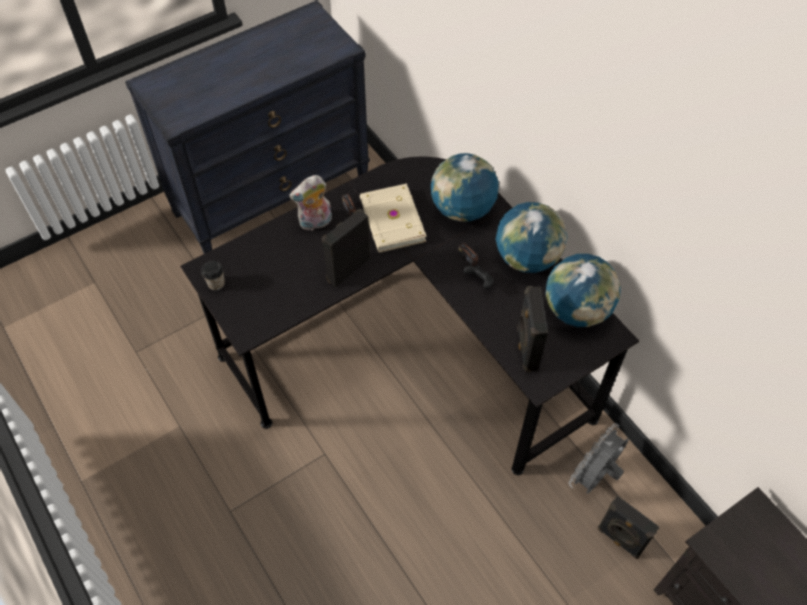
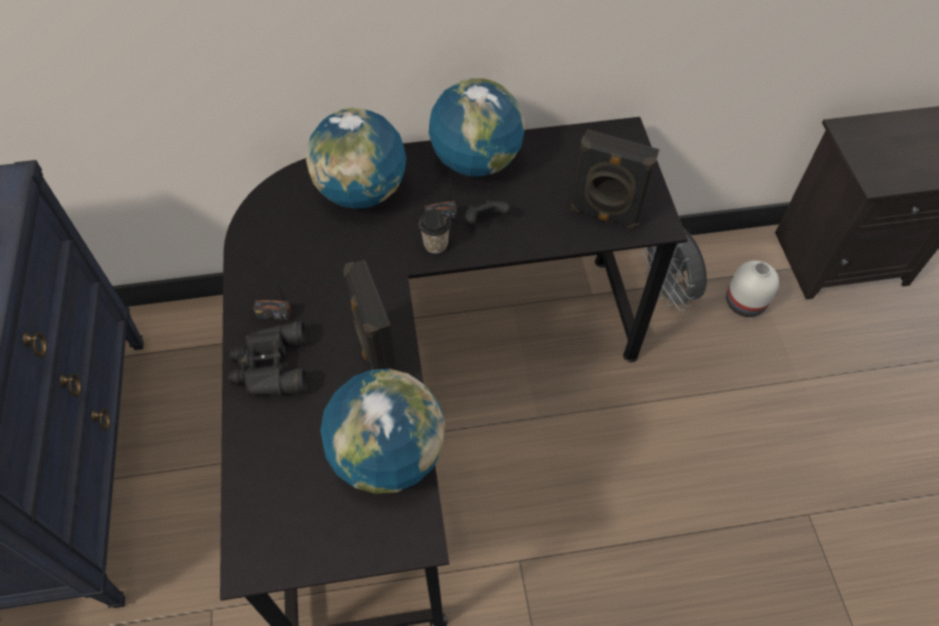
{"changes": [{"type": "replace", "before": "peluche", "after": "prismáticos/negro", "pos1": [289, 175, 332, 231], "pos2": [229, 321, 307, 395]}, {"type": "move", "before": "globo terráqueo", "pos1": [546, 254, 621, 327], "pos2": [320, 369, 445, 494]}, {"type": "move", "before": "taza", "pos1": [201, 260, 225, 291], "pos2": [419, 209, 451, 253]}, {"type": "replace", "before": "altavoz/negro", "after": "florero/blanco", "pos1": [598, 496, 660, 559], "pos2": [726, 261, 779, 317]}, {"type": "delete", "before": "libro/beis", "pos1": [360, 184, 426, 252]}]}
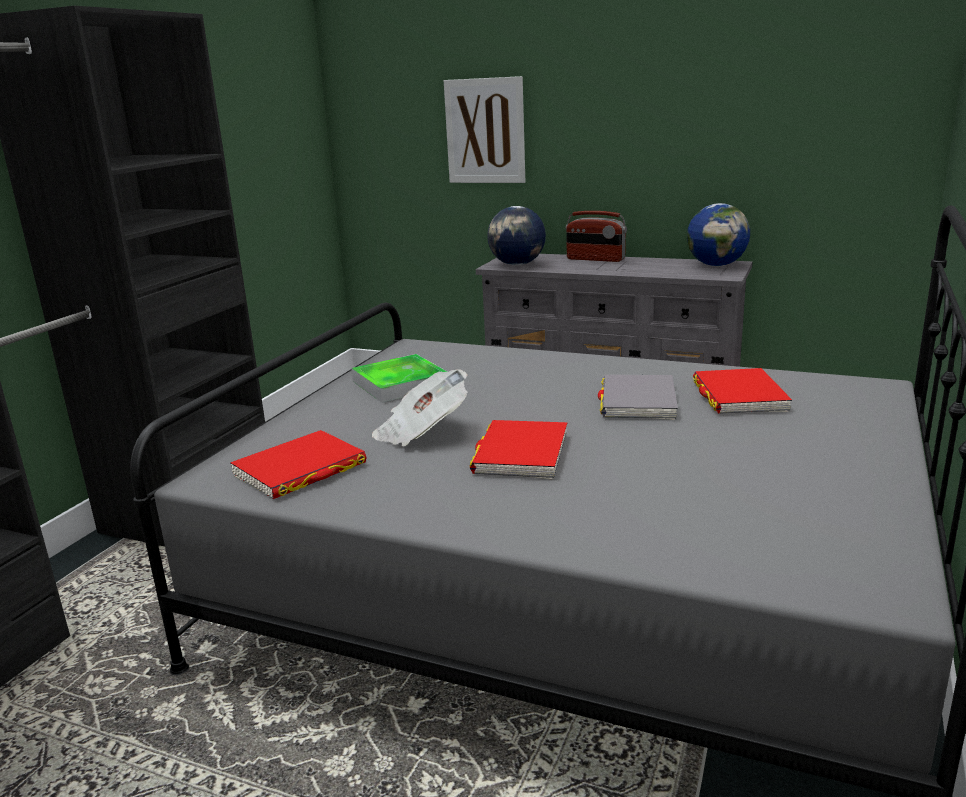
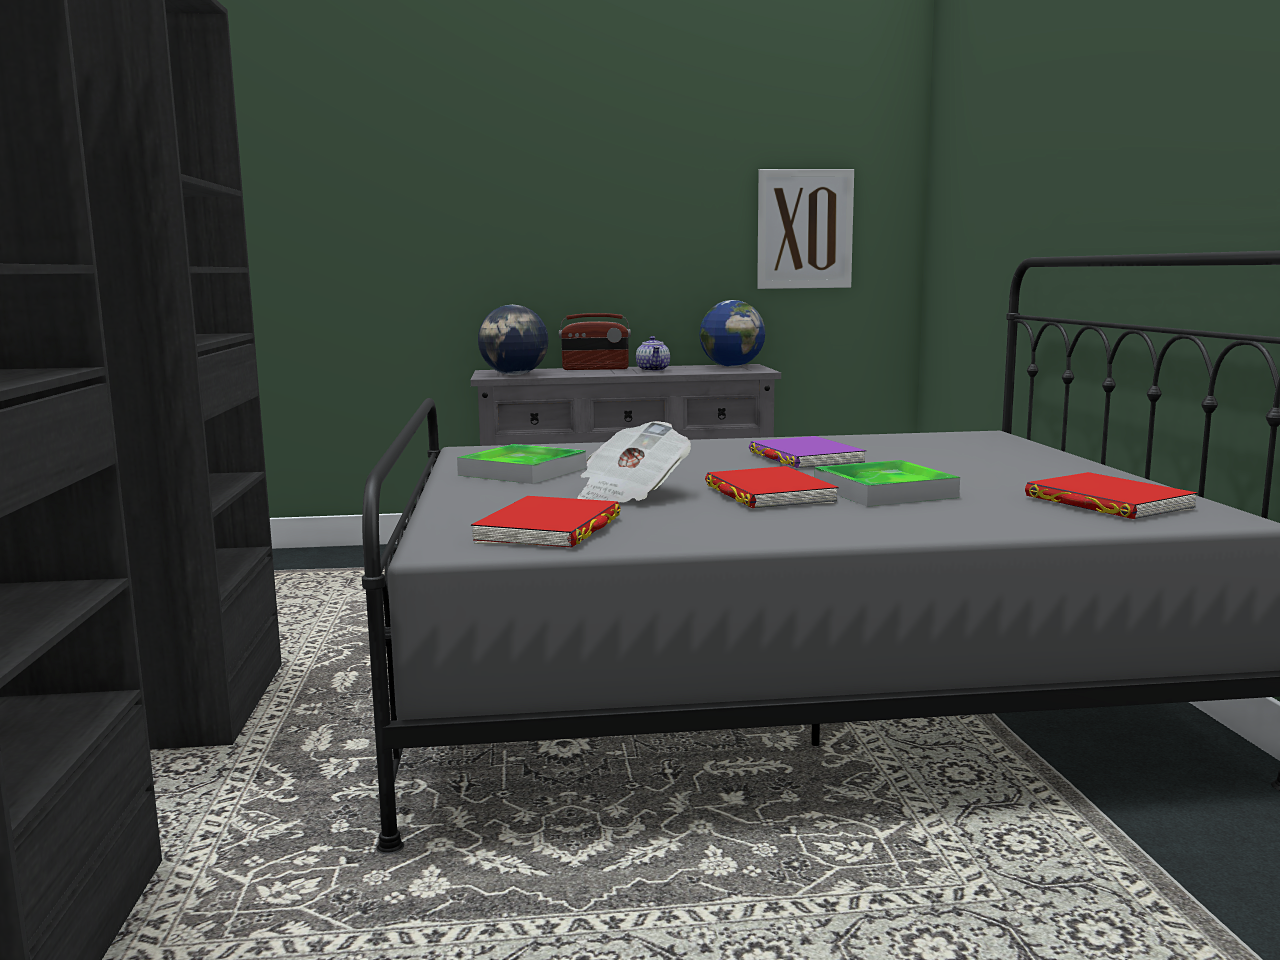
{"changes": [{"type": "insert", "after": "tetera", "pos2": [636, 336, 670, 371]}, {"type": "recolor", "before": "libro/gris", "after": "libro/morado", "pos1": [598, 375, 678, 420], "pos2": [749, 436, 866, 468]}, {"type": "move", "before": "cuadro", "pos1": [444, 76, 525, 183], "pos2": [757, 169, 854, 289]}, {"type": "insert", "after": "bandeja", "pos2": [815, 460, 960, 507]}, {"type": "move", "before": "libro/rojo", "pos1": [693, 368, 792, 413], "pos2": [1025, 472, 1198, 519]}]}
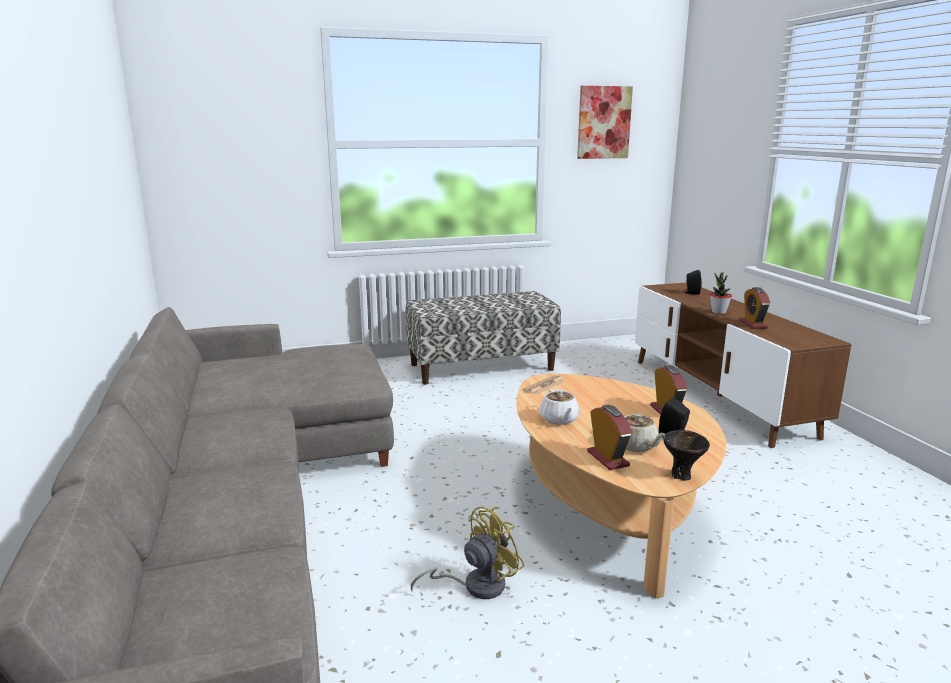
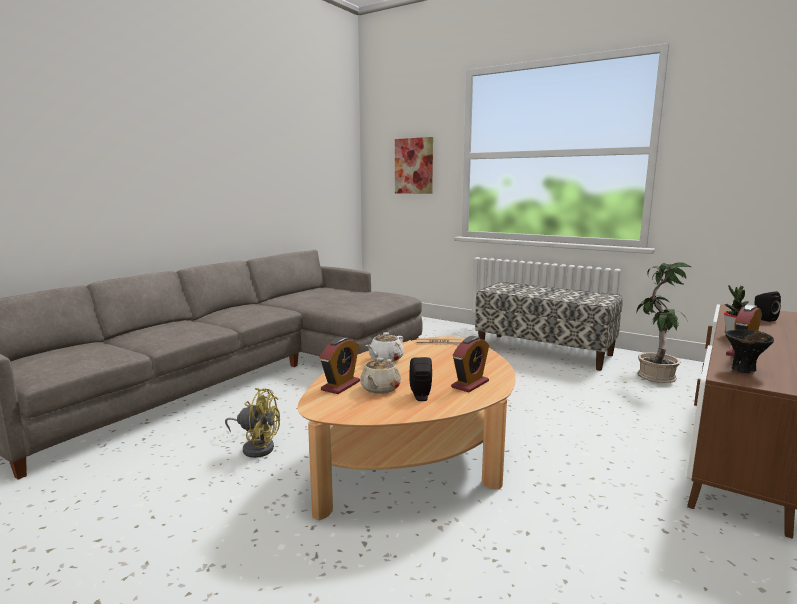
{"changes": [{"type": "move", "before": "cuadro", "pos1": [577, 86, 633, 159], "pos2": [395, 137, 433, 194]}, {"type": "insert", "after": "planta en maceta", "pos2": [636, 262, 691, 383]}, {"type": "move", "before": "cuenco/negro", "pos1": [664, 430, 710, 481], "pos2": [726, 329, 774, 373]}]}
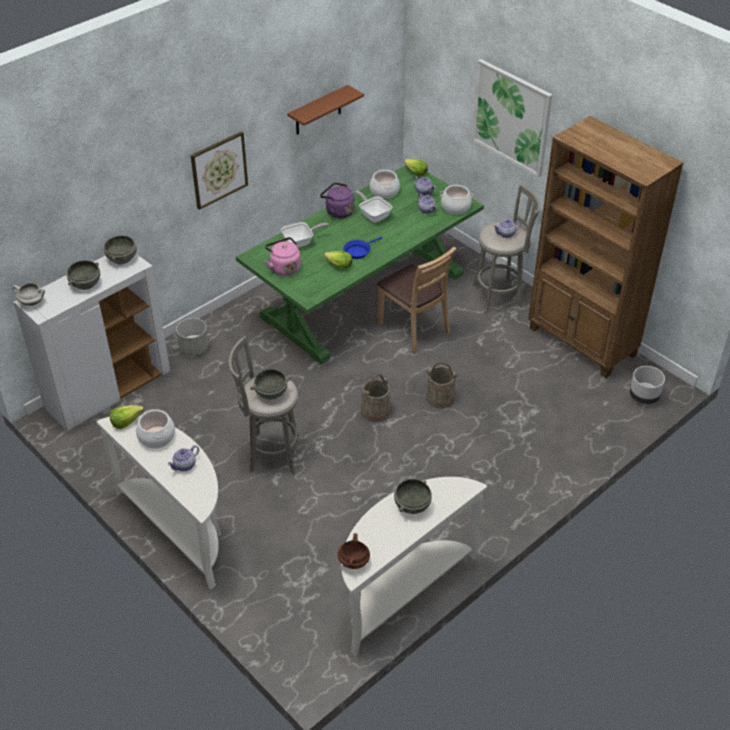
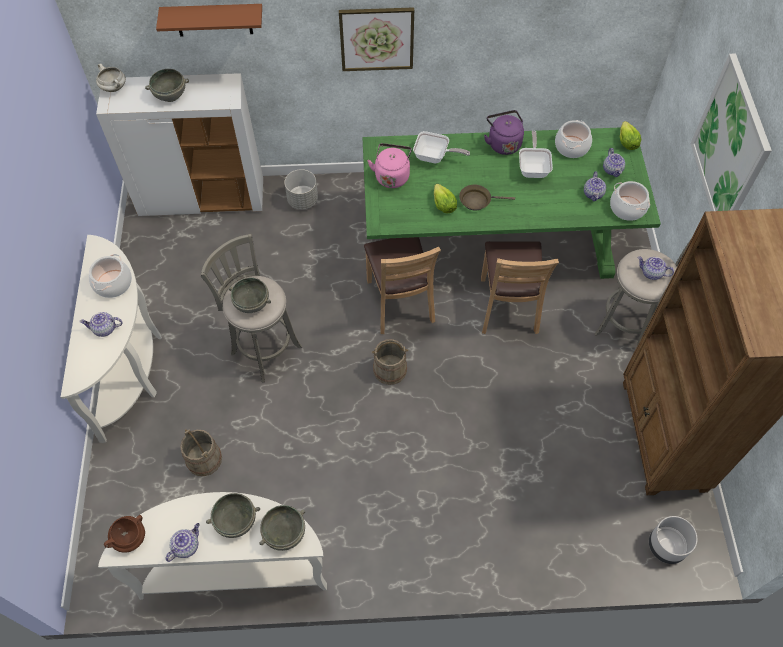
{"changes": [{"type": "move", "before": "estante/marrón", "pos1": [287, 85, 364, 135], "pos2": [156, 4, 262, 37]}, {"type": "insert", "after": "tetera", "pos2": [166, 523, 200, 562]}, {"type": "move", "before": "cubo/beis", "pos1": [425, 362, 458, 409], "pos2": [180, 429, 222, 476]}, {"type": "move", "before": "cuenco/gris", "pos1": [104, 236, 137, 265], "pos2": [259, 505, 305, 551]}, {"type": "insert", "after": "silla/marrón", "pos2": [364, 237, 441, 334]}, {"type": "recolor", "before": "sartén/azul", "after": "sartén/marrón", "pos1": [343, 236, 383, 259], "pos2": [459, 185, 515, 211]}, {"type": "delete", "before": "lechuga", "pos1": [110, 405, 144, 429]}]}
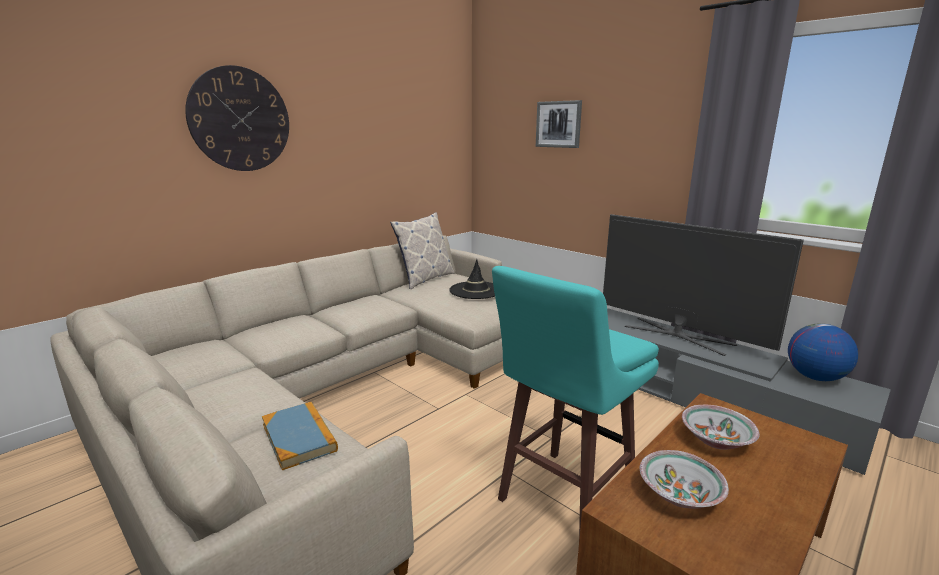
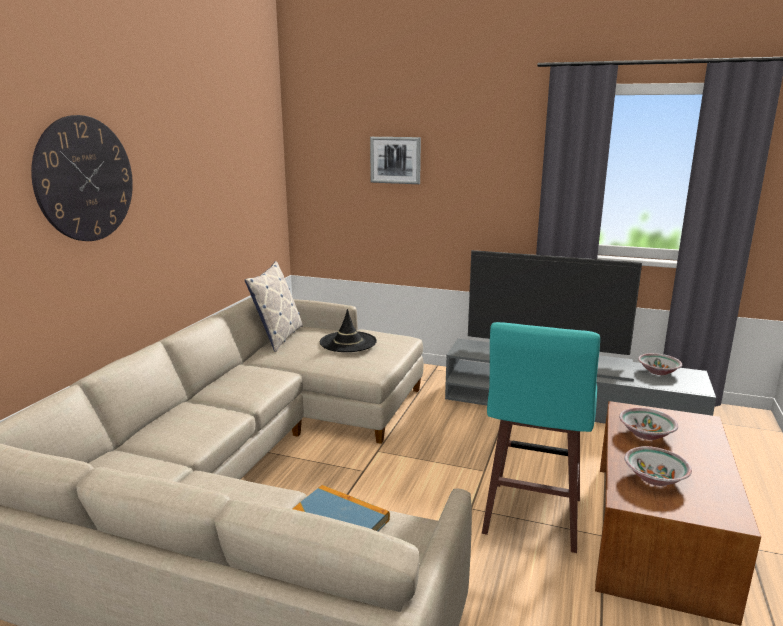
{"changes": [{"type": "replace", "before": "globo terráqueo", "after": "cuenco", "pos1": [788, 323, 858, 381], "pos2": [638, 353, 682, 375]}]}
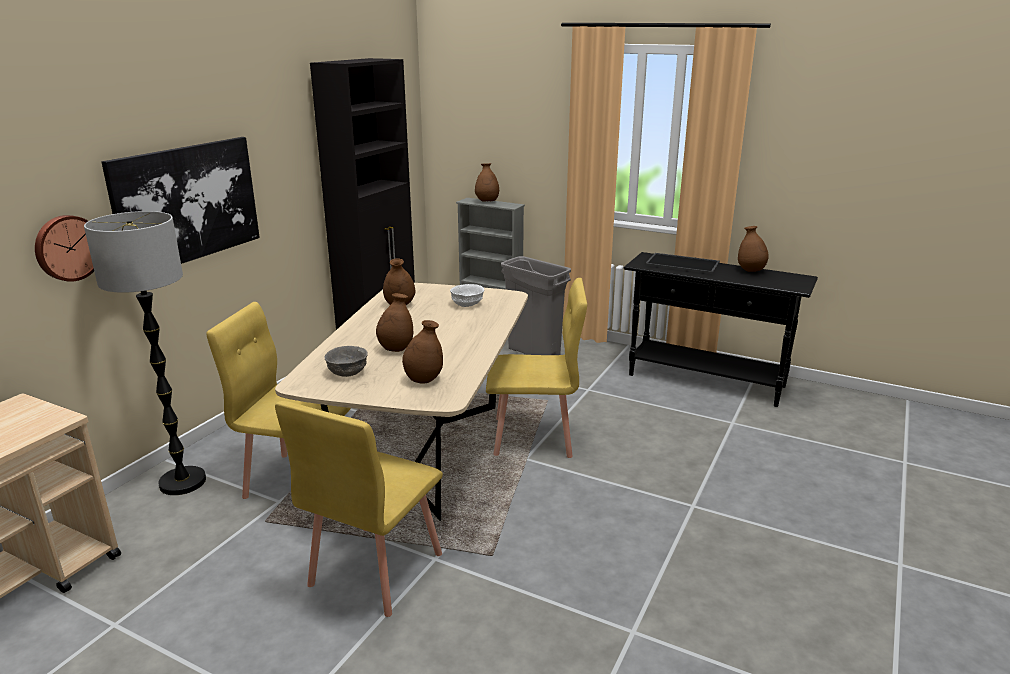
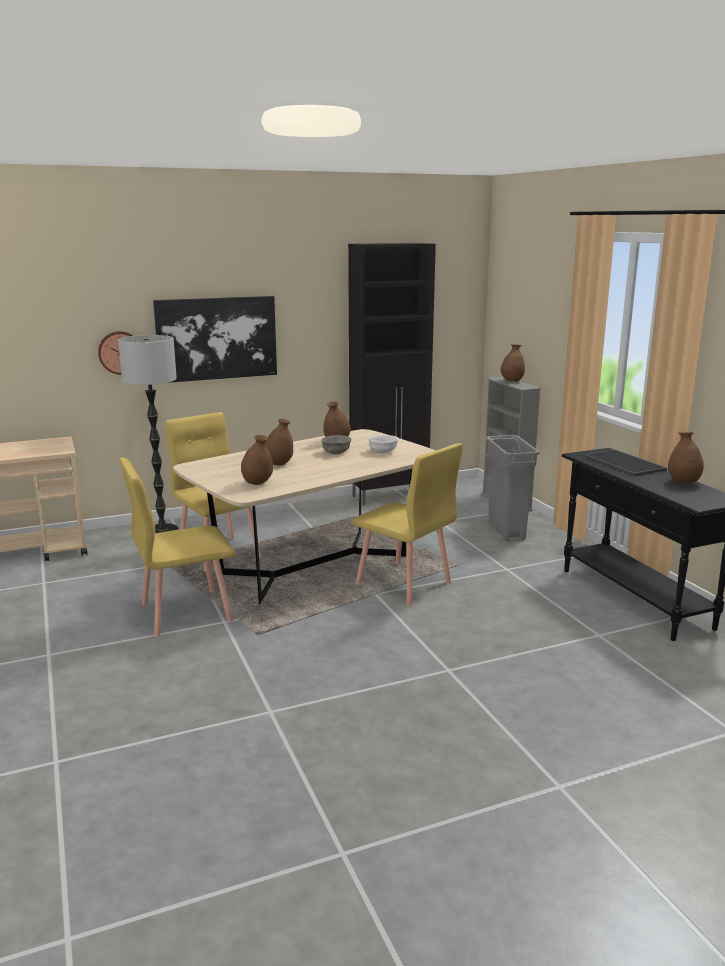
{"changes": [{"type": "move", "before": "cuenco/gris", "pos1": [324, 346, 368, 377], "pos2": [321, 435, 351, 454]}]}
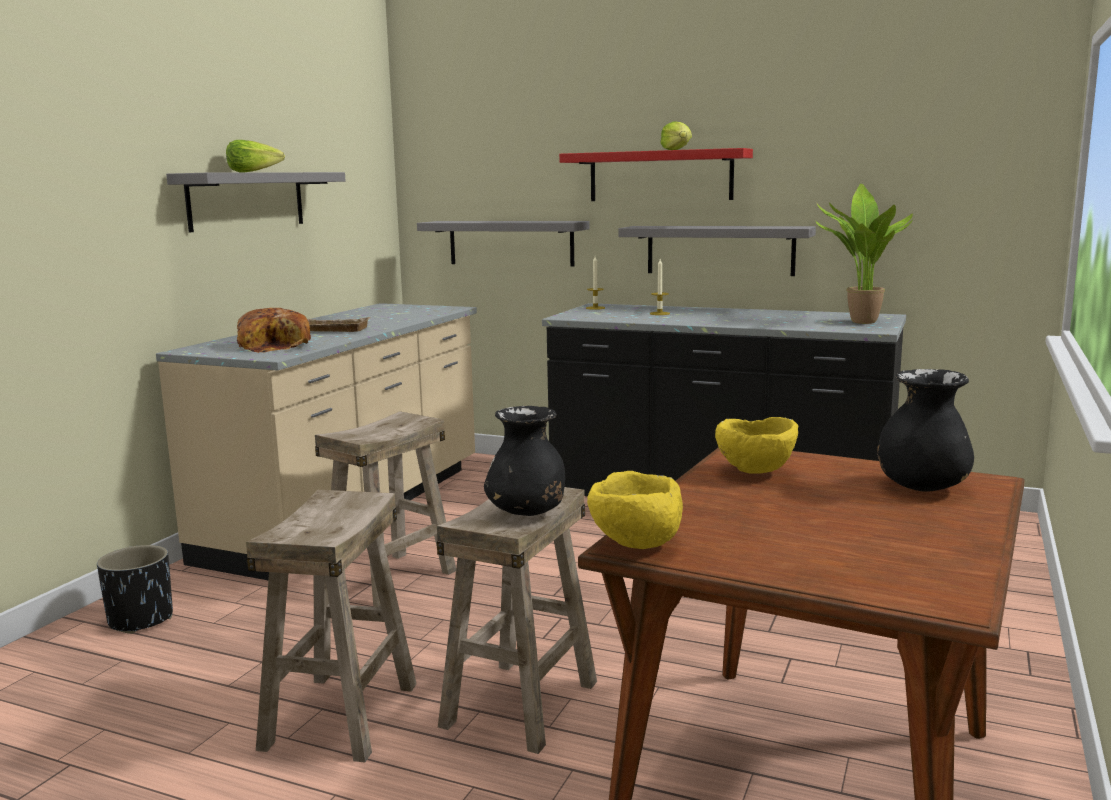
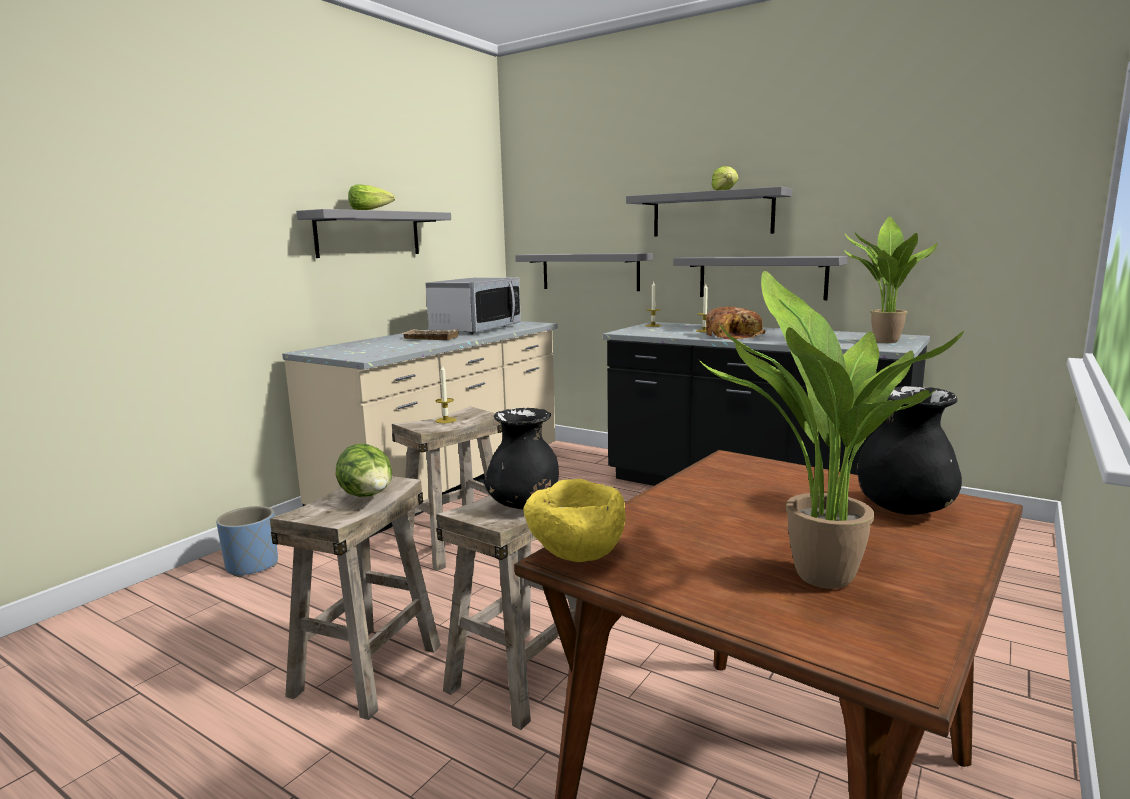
{"changes": [{"type": "recolor", "before": "maceta/negro", "after": "maceta/azul", "pos1": [97, 545, 173, 634], "pos2": [216, 506, 278, 577]}, {"type": "insert", "after": "lechuga", "pos2": [336, 443, 392, 497]}, {"type": "insert", "after": "microondas", "pos2": [425, 277, 521, 334]}, {"type": "insert", "after": "vela", "pos2": [435, 364, 457, 423]}, {"type": "recolor", "before": "estante/rojo", "after": "estante/gris", "pos1": [559, 148, 753, 201], "pos2": [626, 187, 793, 236]}, {"type": "insert", "after": "planta en maceta", "pos2": [698, 271, 964, 589]}, {"type": "move", "before": "pan", "pos1": [237, 308, 311, 353], "pos2": [706, 307, 766, 340]}, {"type": "delete", "before": "cuenco/amarillo", "pos1": [715, 417, 798, 474]}]}
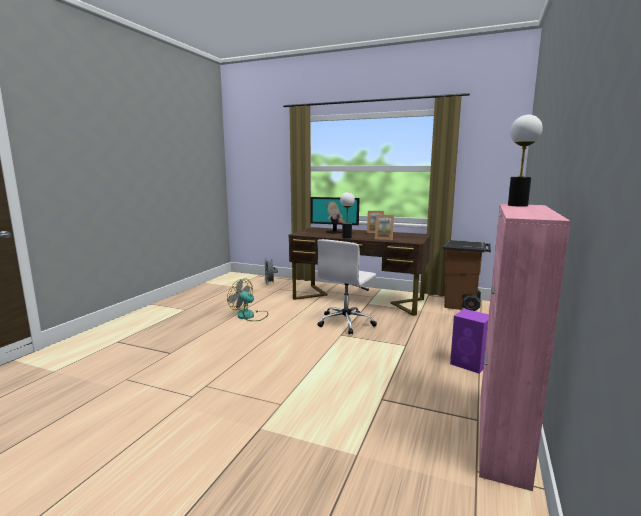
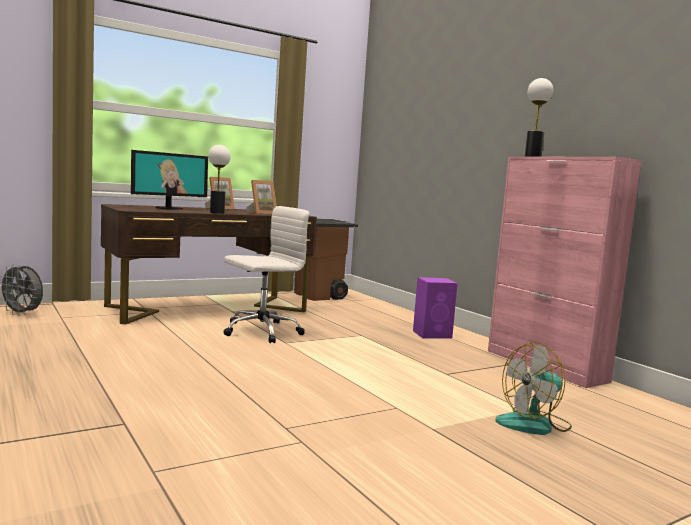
{"changes": [{"type": "rotate", "before": "silla de oficina/blanco", "pos1": [317, 239, 377, 334], "pos2": [224, 206, 309, 343], "turn": -105}, {"type": "move", "before": "ventilador", "pos1": [227, 279, 268, 321], "pos2": [495, 342, 572, 435]}]}
